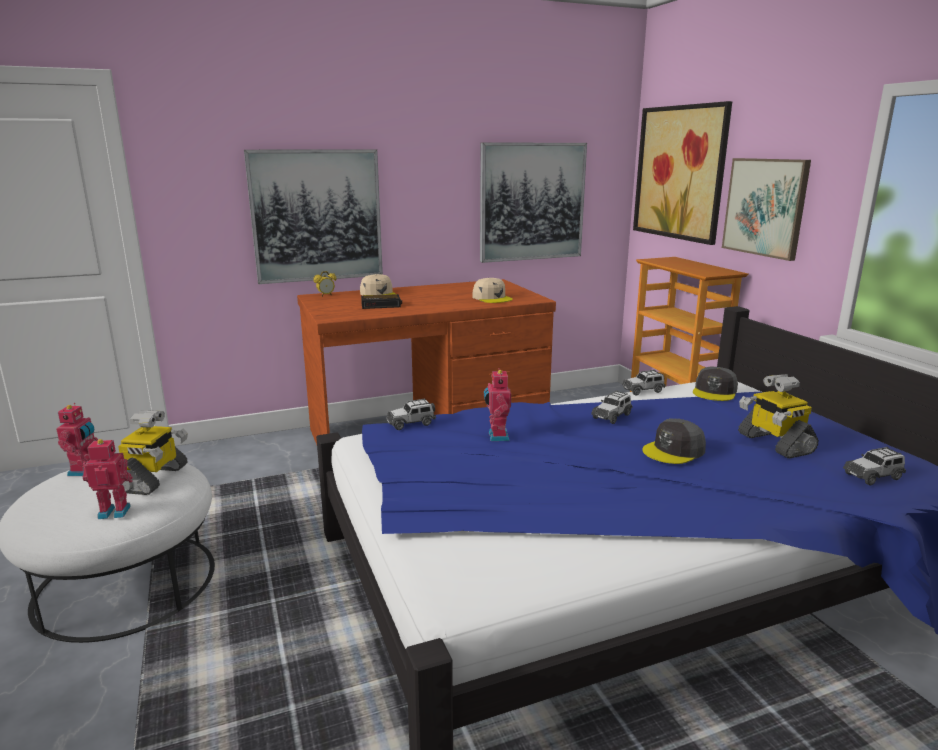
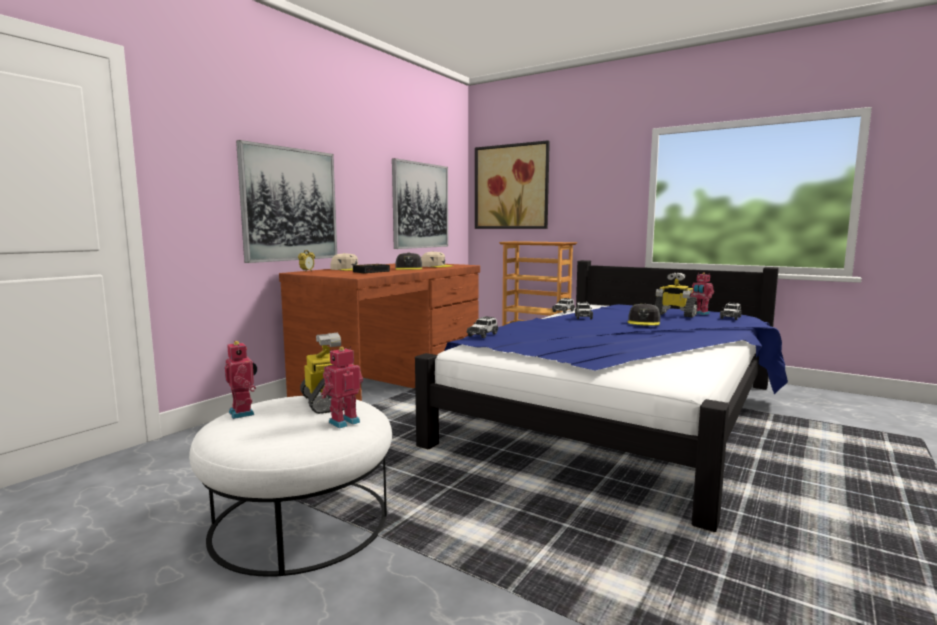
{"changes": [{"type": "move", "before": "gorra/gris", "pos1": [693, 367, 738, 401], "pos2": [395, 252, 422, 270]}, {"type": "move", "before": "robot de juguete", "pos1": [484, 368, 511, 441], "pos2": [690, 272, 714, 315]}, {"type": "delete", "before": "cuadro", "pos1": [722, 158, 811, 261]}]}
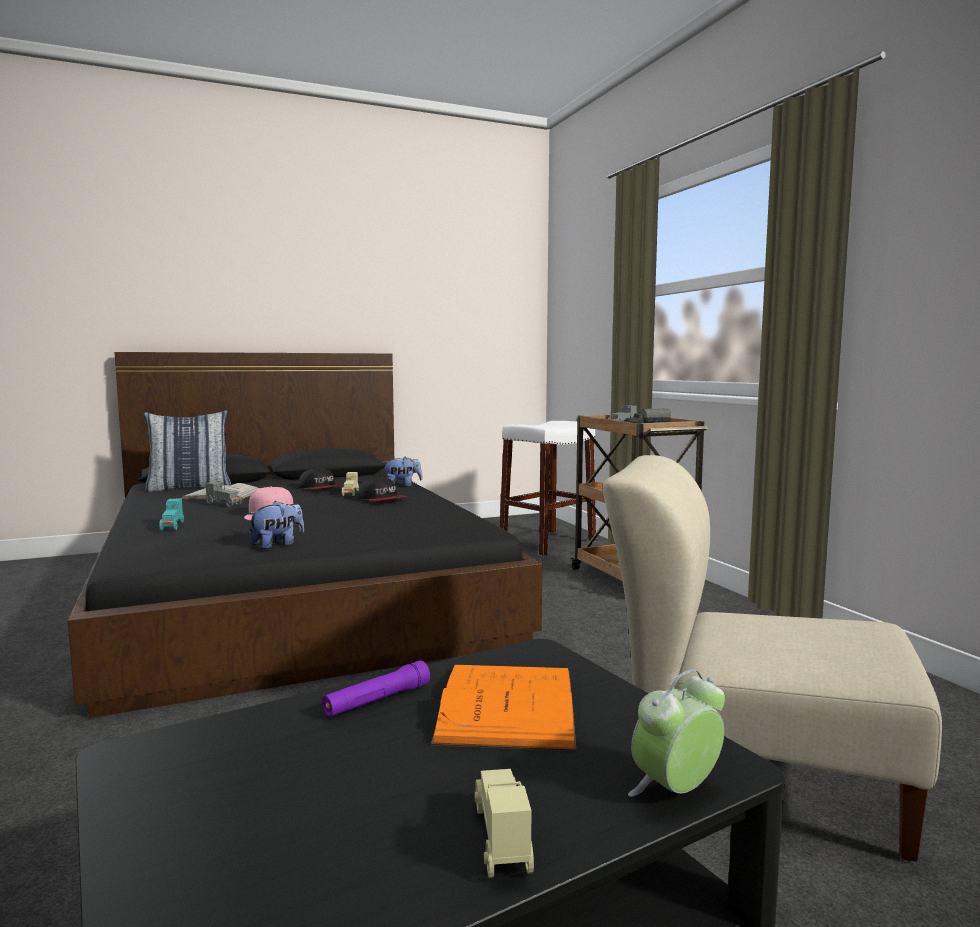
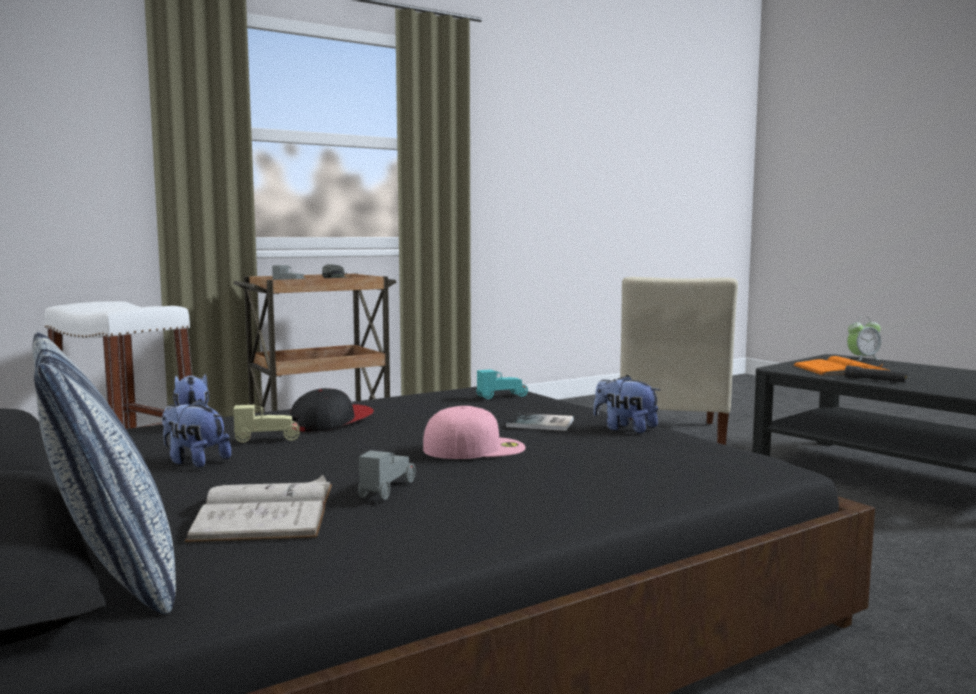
{"changes": [{"type": "replace", "before": "gorra", "after": "peluche", "pos1": [298, 468, 344, 489], "pos2": [162, 399, 231, 468]}, {"type": "move", "before": "coche de juguete/turquesa", "pos1": [159, 498, 184, 531], "pos2": [477, 369, 528, 399]}, {"type": "insert", "after": "libro", "pos2": [506, 413, 574, 431]}, {"type": "recolor", "before": "linterna/morado", "after": "linterna/negro", "pos1": [322, 660, 430, 717], "pos2": [845, 365, 907, 382]}, {"type": "rotate", "before": "despertador", "pos1": [628, 669, 725, 797], "pos2": [847, 317, 881, 361], "turn": -60}, {"type": "delete", "before": "coche de juguete/beis", "pos1": [474, 769, 534, 878]}]}
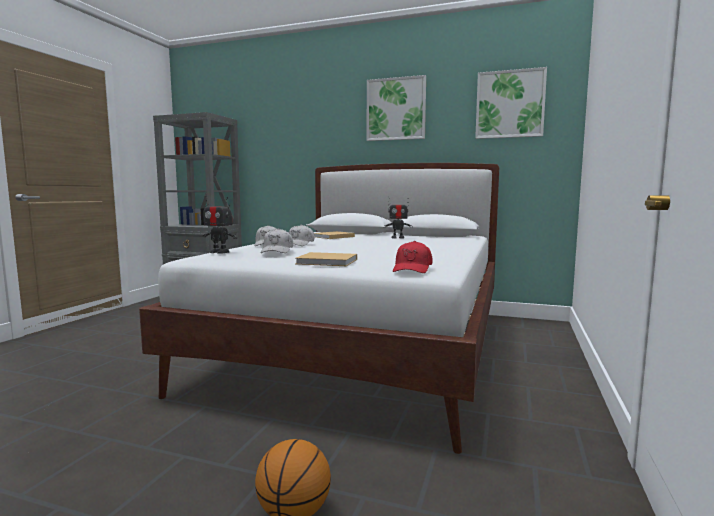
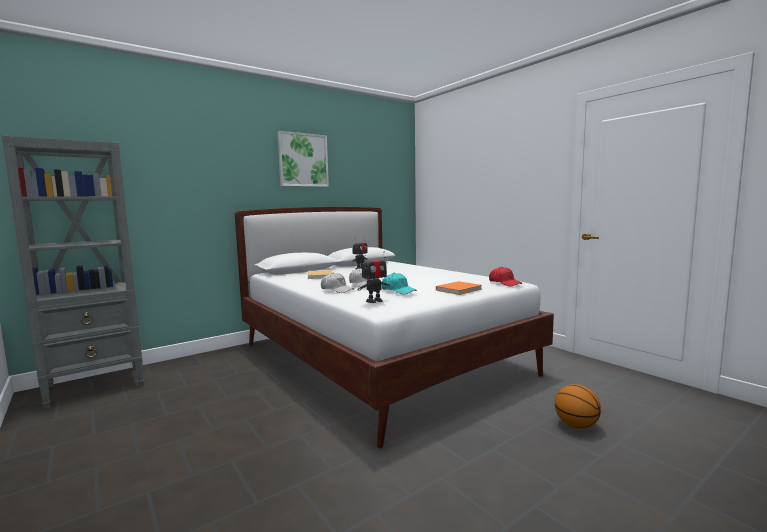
{"changes": [{"type": "recolor", "before": "gorra/blanco", "after": "gorra/turquesa", "pos1": [261, 228, 293, 253], "pos2": [381, 273, 417, 294]}, {"type": "recolor", "before": "libro/beis", "after": "libro/naranja", "pos1": [295, 252, 357, 266], "pos2": [436, 281, 482, 295]}, {"type": "delete", "before": "cuadro", "pos1": [475, 67, 547, 139]}]}
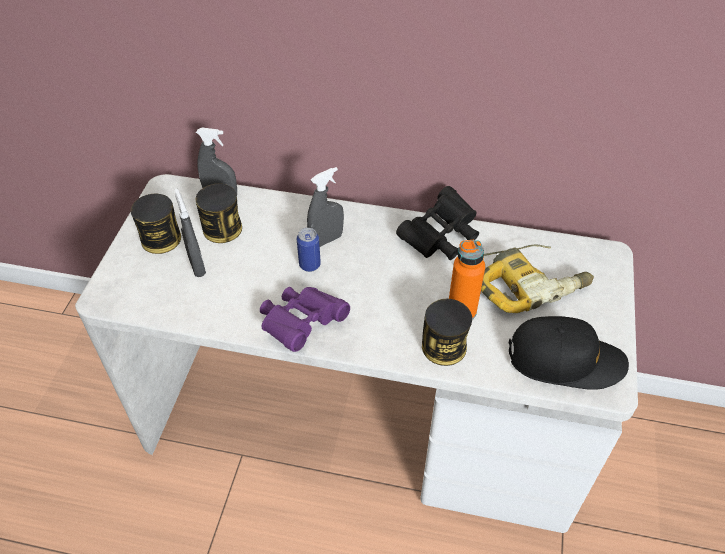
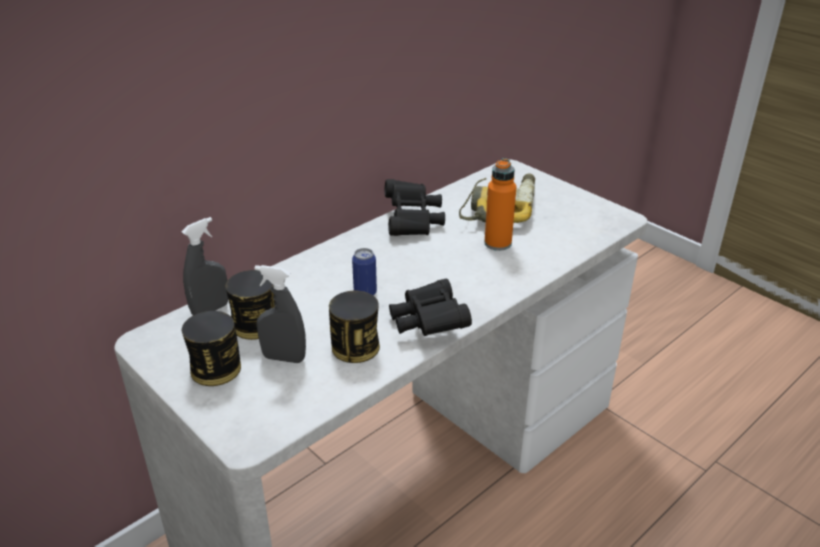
{"changes": [{"type": "move", "before": "lata", "pos1": [422, 299, 472, 366], "pos2": [329, 291, 380, 363]}, {"type": "recolor", "before": "prismáticos/morado", "after": "prismáticos/negro", "pos1": [260, 287, 350, 352], "pos2": [389, 279, 472, 336]}, {"type": "delete", "before": "pulverizador/gris", "pos1": [307, 167, 344, 247]}, {"type": "delete", "before": "gorra/negro", "pos1": [509, 316, 629, 390]}]}
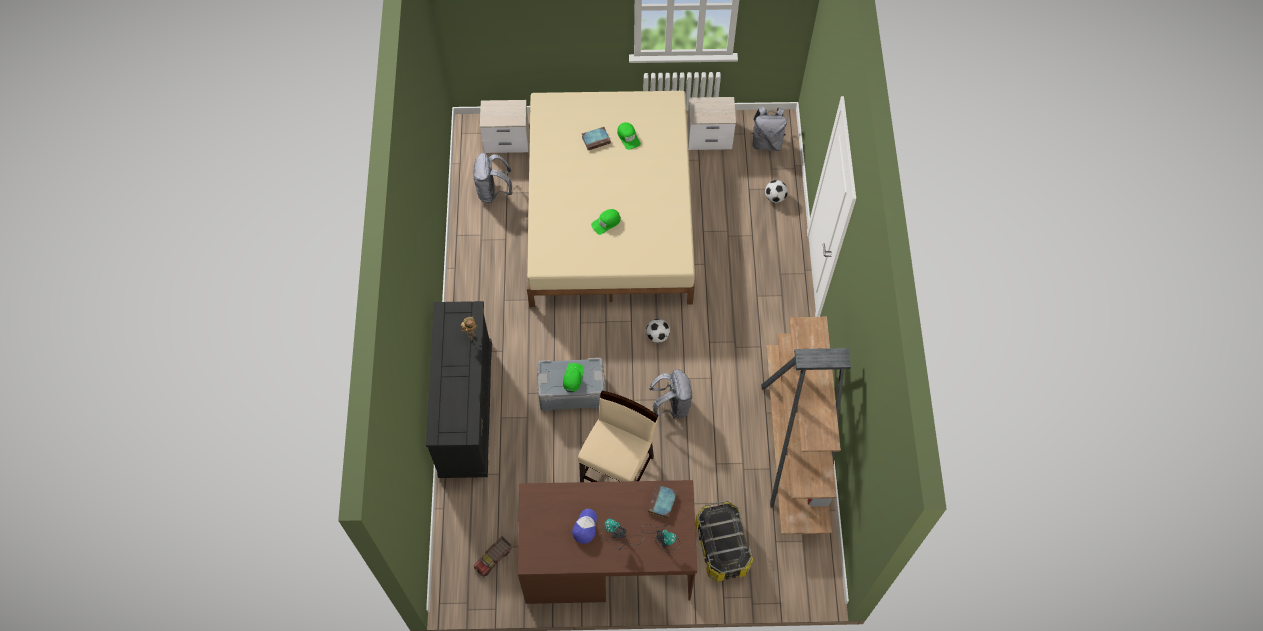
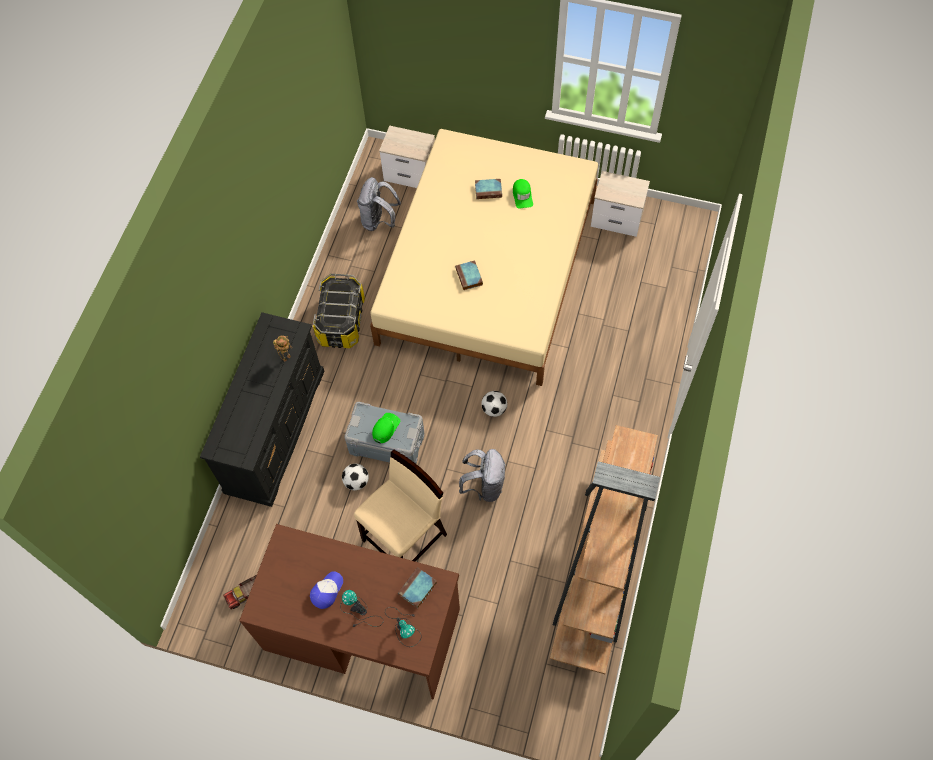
{"changes": [{"type": "move", "before": "caja de almacenaje", "pos1": [695, 500, 753, 582], "pos2": [313, 274, 365, 348]}, {"type": "move", "before": "balón de fútbol", "pos1": [765, 180, 788, 203], "pos2": [342, 464, 369, 490]}, {"type": "replace", "before": "gorra/verde", "after": "libro", "pos1": [591, 209, 621, 235], "pos2": [455, 260, 483, 290]}, {"type": "delete", "before": "mochila/gris", "pos1": [750, 107, 787, 151]}]}
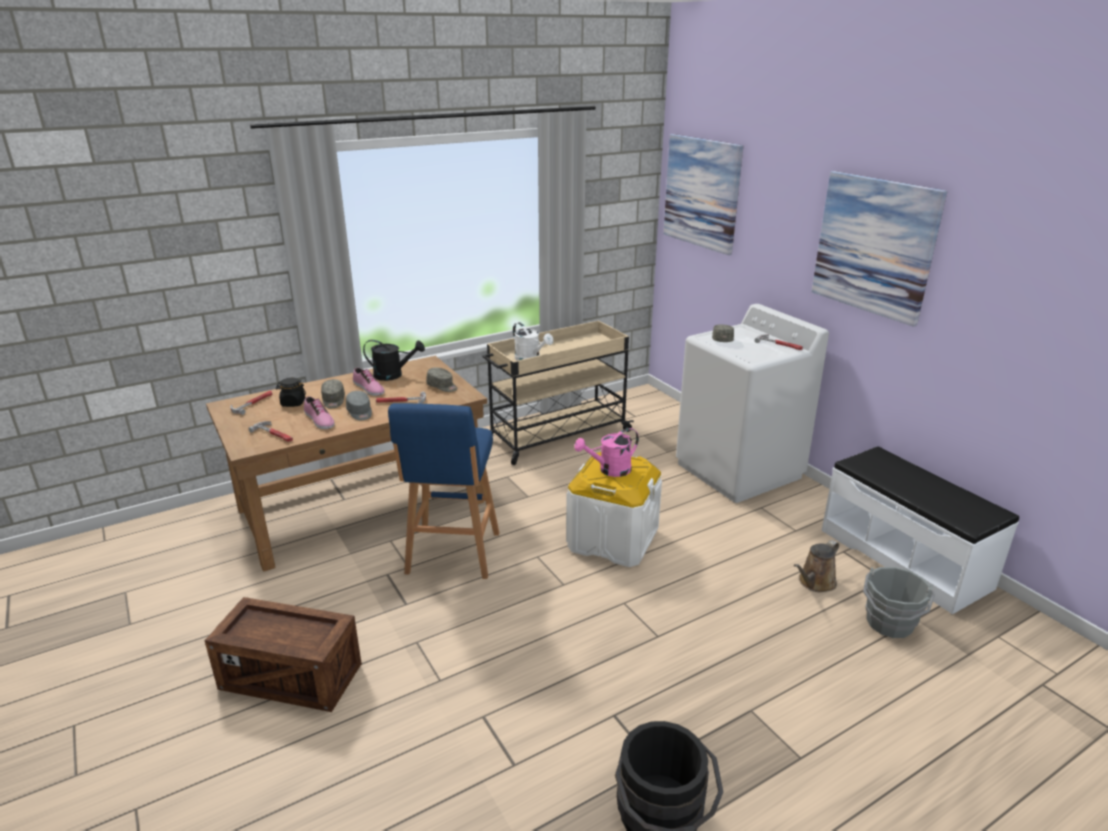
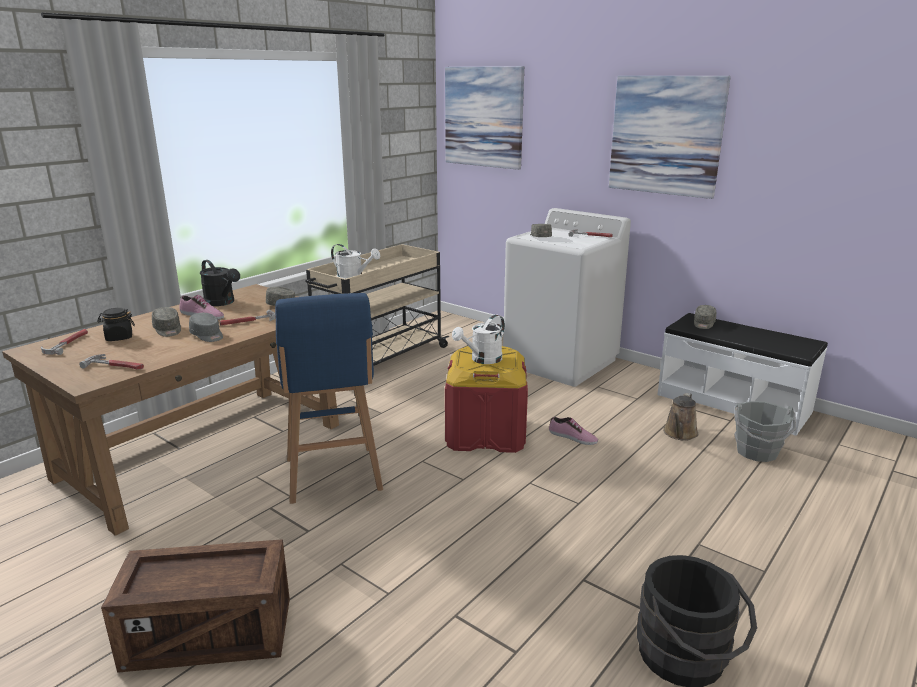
{"changes": [{"type": "rotate", "before": "regadera/negro", "pos1": [363, 340, 425, 381], "pos2": [200, 260, 240, 306], "turn": 60}, {"type": "recolor", "before": "caja de almacenaje/blanco", "after": "caja de almacenaje/rojo", "pos1": [566, 452, 662, 567], "pos2": [445, 346, 528, 453]}, {"type": "recolor", "before": "regadera/rosa", "after": "regadera/blanco", "pos1": [574, 428, 639, 477], "pos2": [452, 315, 505, 364]}, {"type": "move", "before": "zapato", "pos1": [304, 396, 335, 429], "pos2": [549, 417, 598, 445]}, {"type": "insert", "after": "gorra/gris", "pos2": [694, 305, 716, 329]}]}
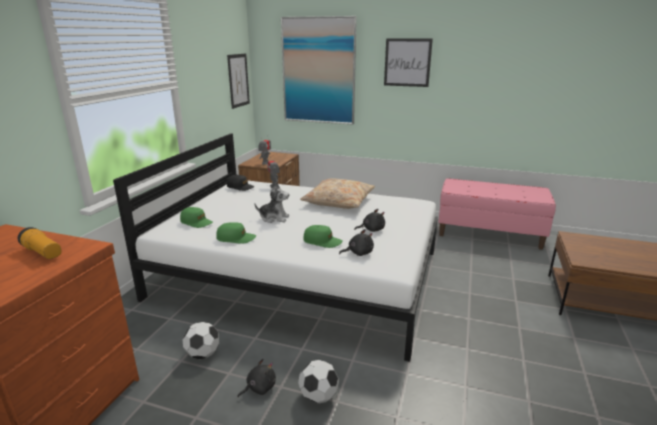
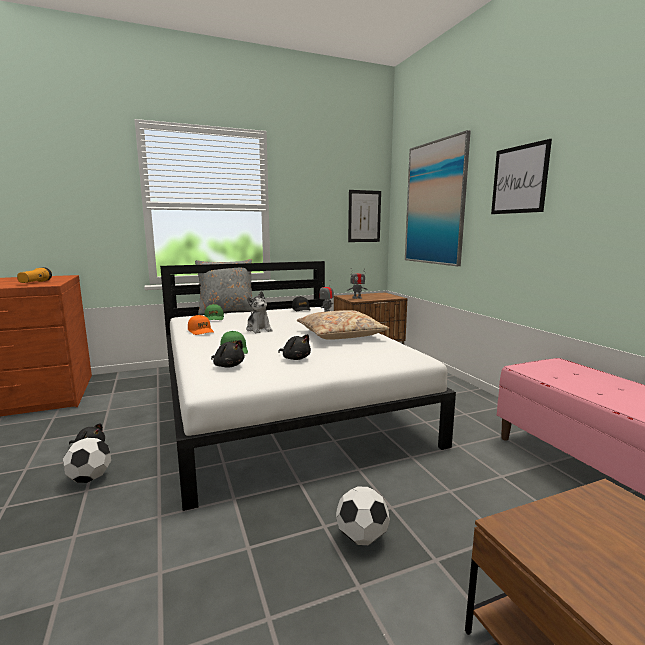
{"changes": [{"type": "recolor", "before": "gorra/verde", "after": "gorra/naranja", "pos1": [216, 222, 256, 244], "pos2": [188, 315, 214, 335]}, {"type": "insert", "after": "cojín/gris", "pos2": [195, 259, 254, 315]}, {"type": "move", "before": "balón de fútbol", "pos1": [183, 322, 219, 359], "pos2": [336, 486, 390, 545]}]}
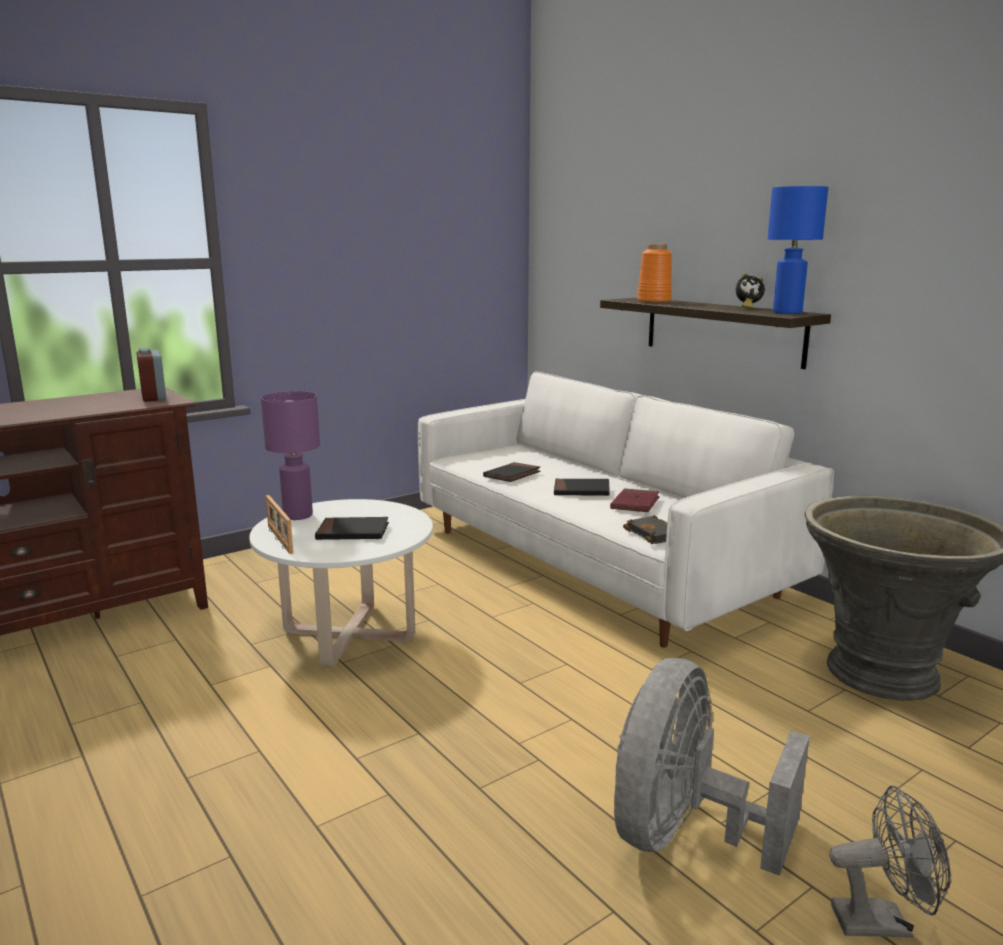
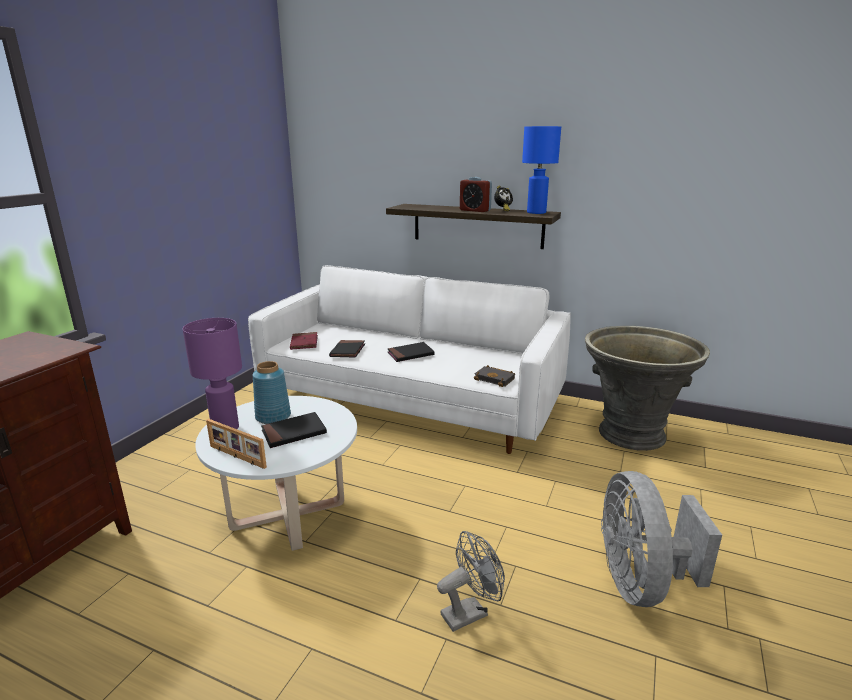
{"changes": [{"type": "insert", "after": "florero/azul", "pos2": [252, 361, 291, 424]}, {"type": "move", "before": "libro/rojo", "pos1": [610, 488, 659, 512], "pos2": [290, 332, 318, 350]}, {"type": "move", "before": "ventilador/gris", "pos1": [830, 785, 951, 938], "pos2": [437, 531, 505, 632]}, {"type": "move", "before": "despertador", "pos1": [137, 348, 166, 402], "pos2": [460, 177, 492, 212]}, {"type": "delete", "before": "florero/naranja", "pos1": [637, 244, 672, 303]}]}
